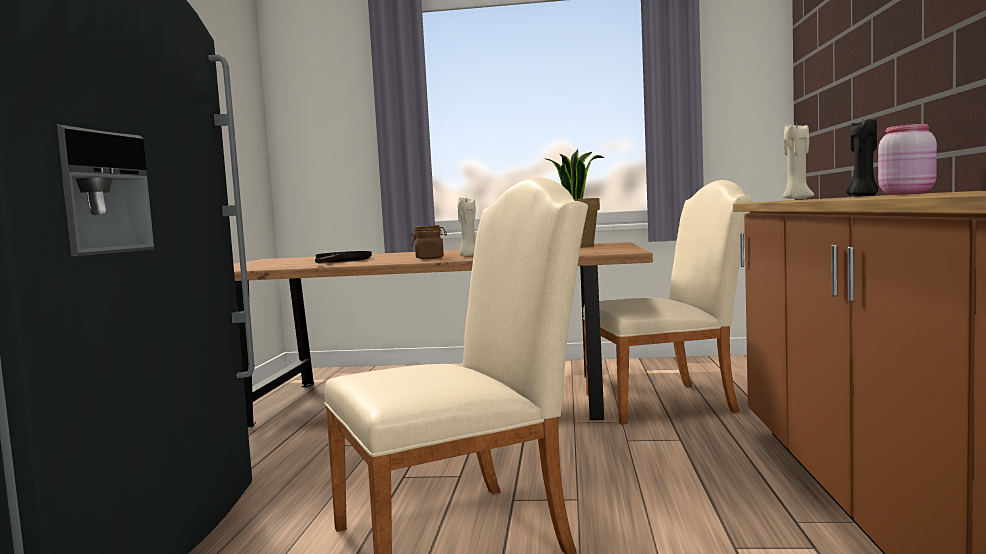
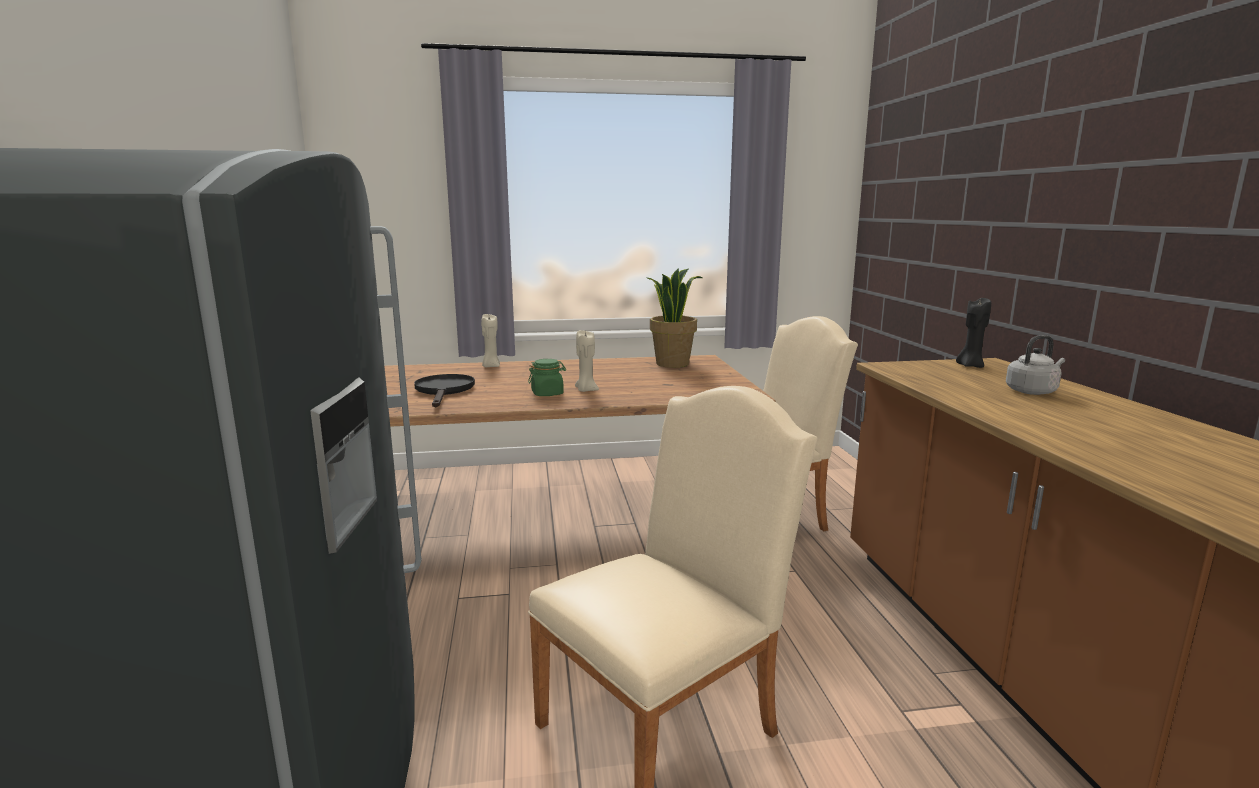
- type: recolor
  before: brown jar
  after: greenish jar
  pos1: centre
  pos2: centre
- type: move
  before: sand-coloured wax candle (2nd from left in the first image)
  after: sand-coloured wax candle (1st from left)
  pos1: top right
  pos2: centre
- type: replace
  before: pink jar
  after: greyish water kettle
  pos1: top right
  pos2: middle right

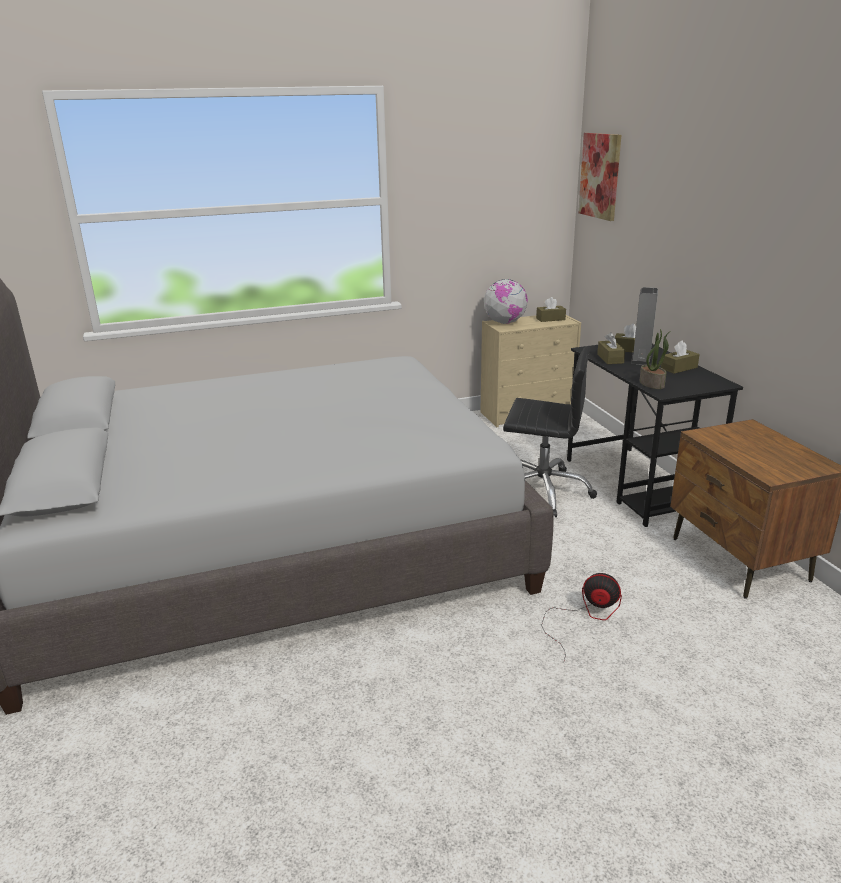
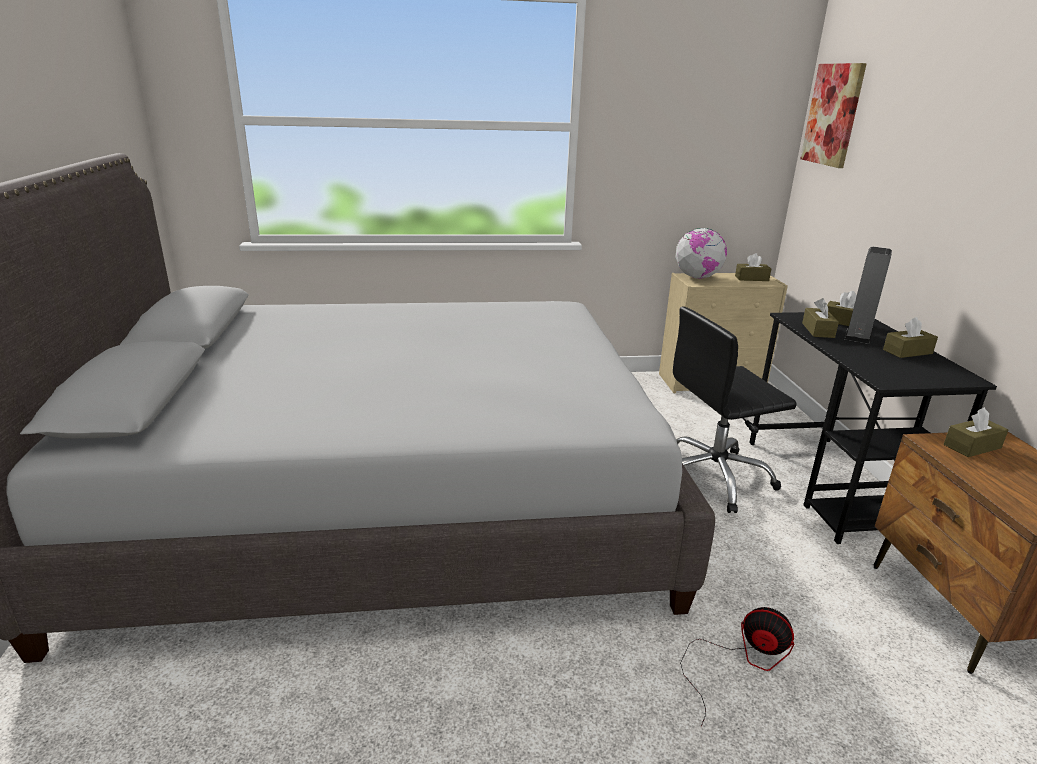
- type: rotate
  before: blackish computer chair
  pos1: centre
  pos2: middle right
  turn: 135
- type: delete
  before: potted plant
  pos1: middle right
- type: insert
  after: brown tissue holder (5th from left)
  pos2: middle right

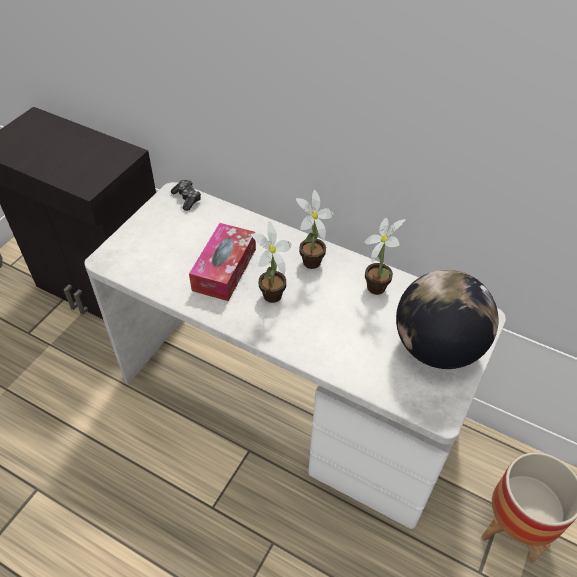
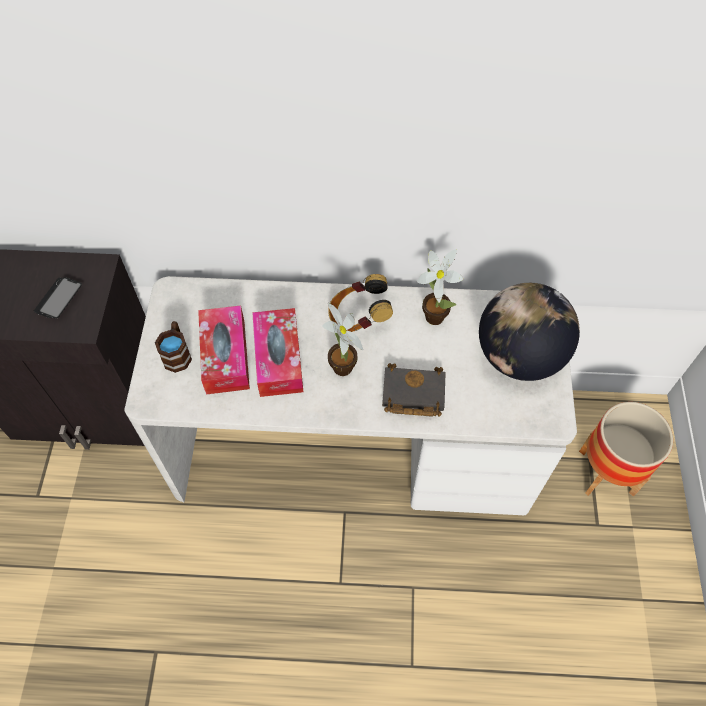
- type: delete
  before: game controller
  pos1: middle left
- type: replace
  before: potted plant (2nd from left)
  after: pair of headphones
  pos1: centre
  pos2: centre
- type: insert
  after: handset
  pos2: middle left
- type: insert
  after: brown tea mug
  pos2: middle left
- type: insert
  after: tissue holder (1st from left)
  pos2: middle left
- type: insert
  after: blackish bound book
  pos2: centre

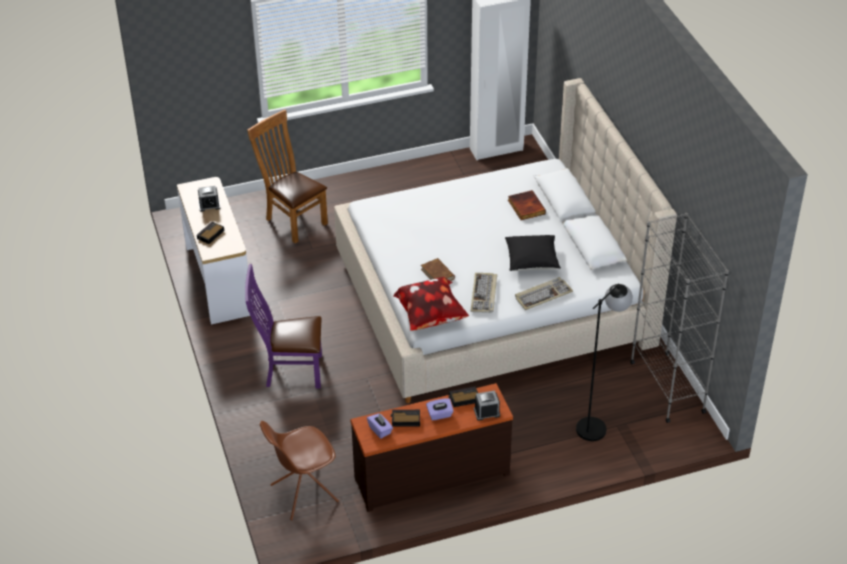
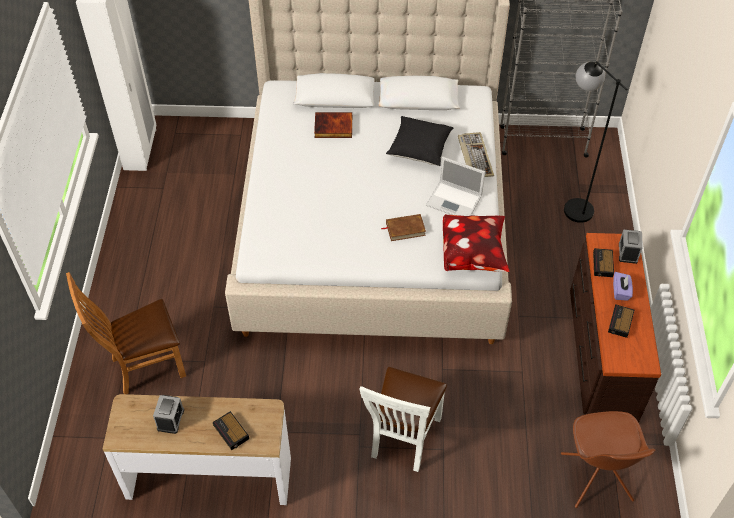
- type: recolor
  before: purple-coloured plain chair
  after: white-coloured plain chair
  pos1: centre
  pos2: bottom centre
- type: delete
  before: purple-coloured tissue holder (1st from left)
  pos1: bottom centre
- type: replace
  before: computer keyboard (1st from left)
  after: portable computer
  pos1: centre
  pos2: centre

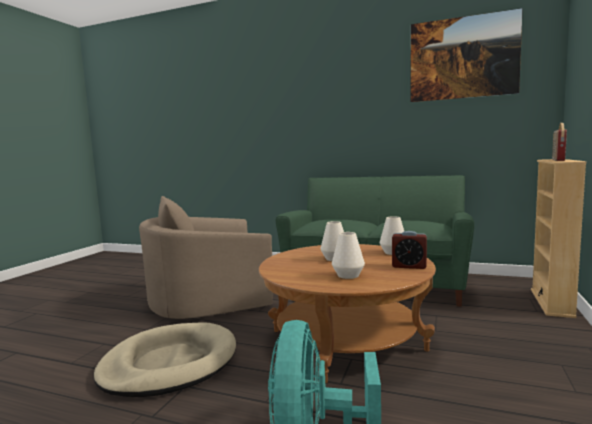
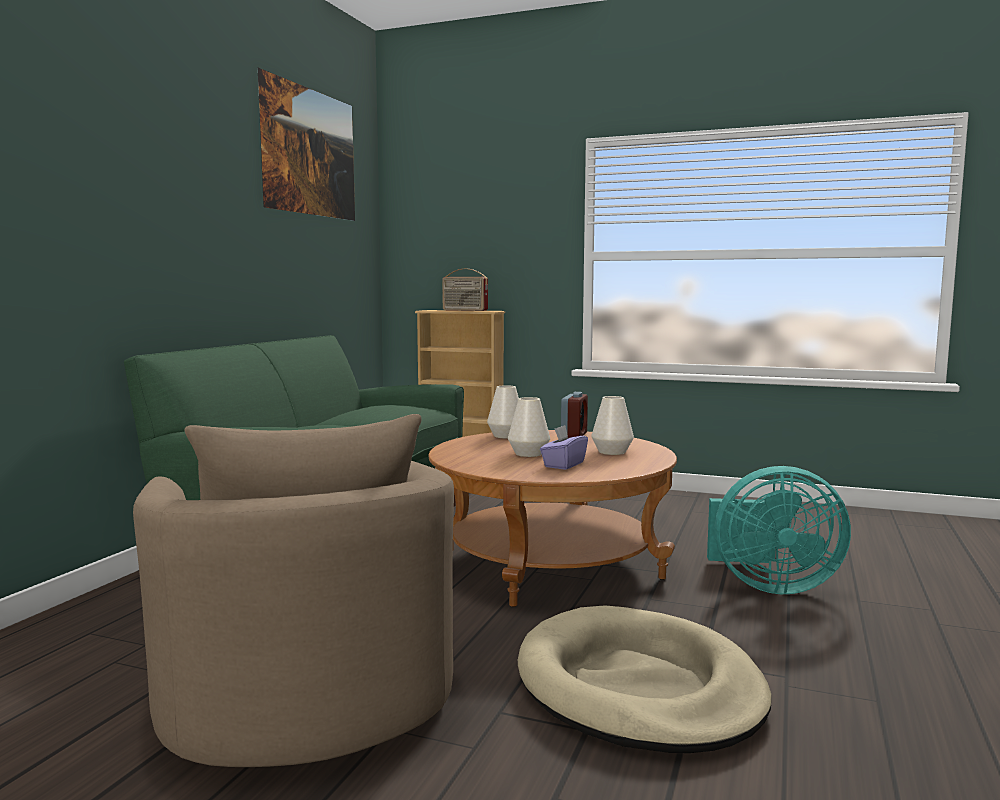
- type: insert
  after: purple-coloured tissue holder
  pos2: centre

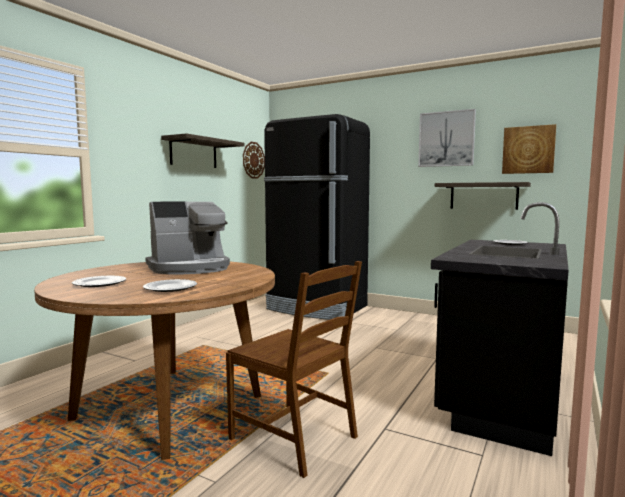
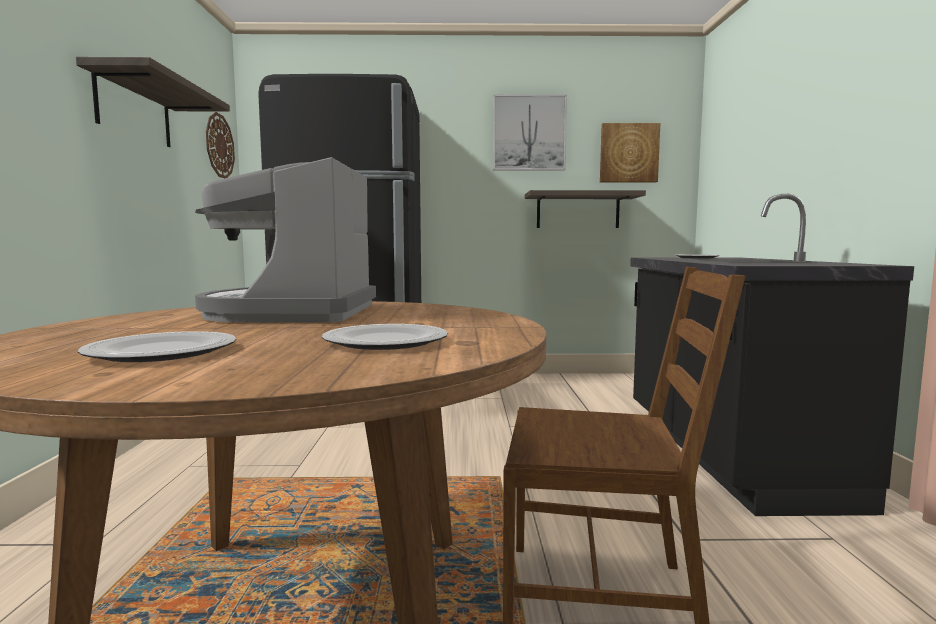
- type: rotate
  before: coffee brewer
  pos1: middle left
  pos2: middle left
  turn: 150

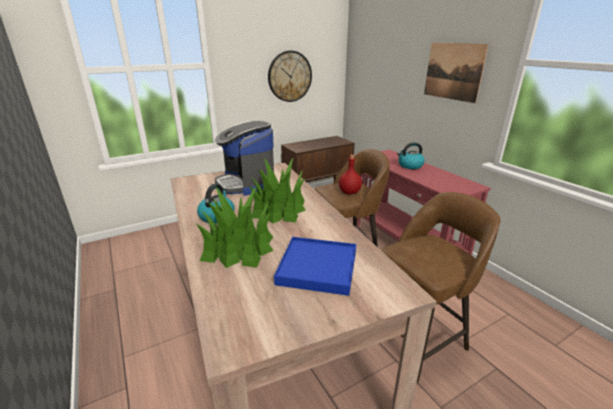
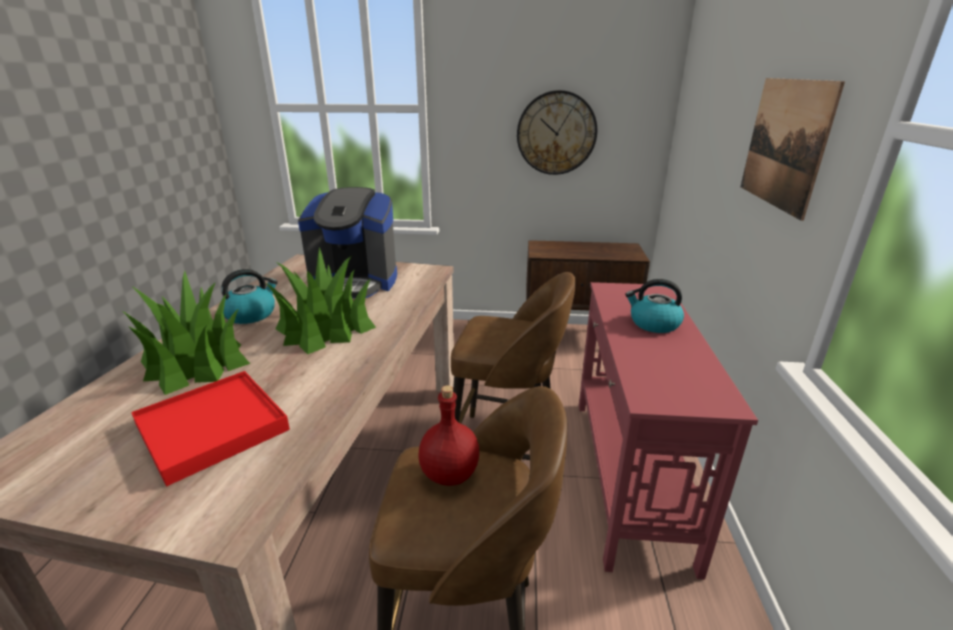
- type: rotate
  before: coffee brewer
  pos1: centre
  pos2: centre
  turn: -90
- type: recolor
  before: blue serving tray
  after: red serving tray
  pos1: centre
  pos2: bottom left
- type: move
  before: red bottle
  pos1: centre
  pos2: bottom centre

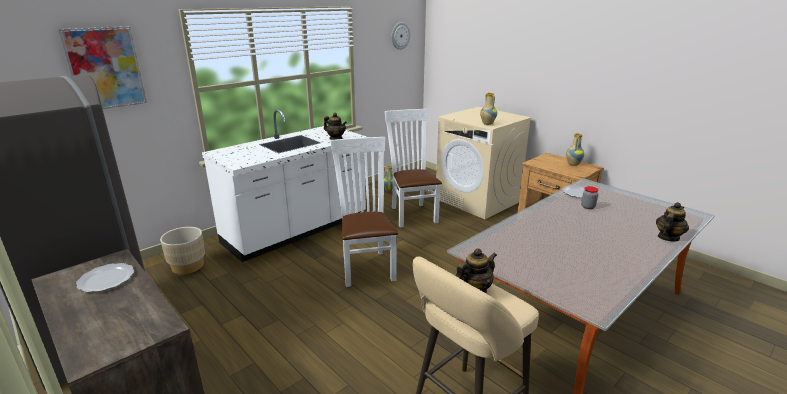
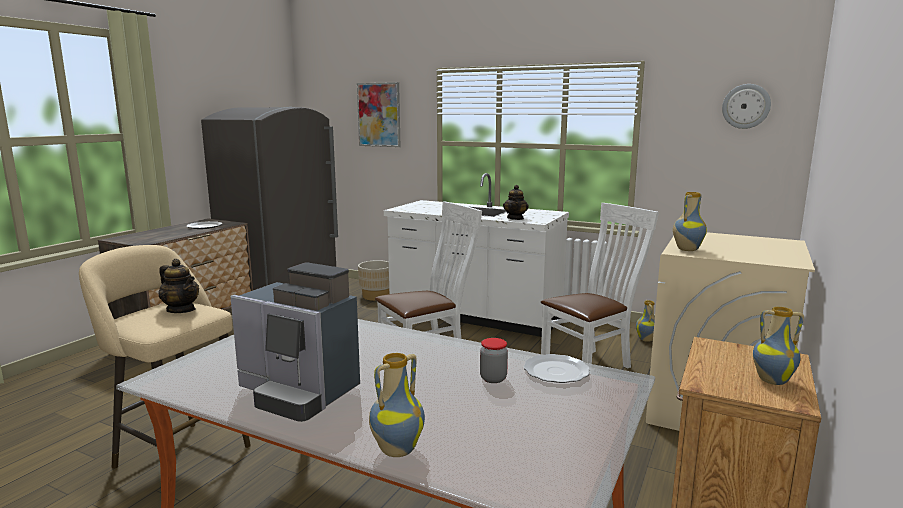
- type: replace
  before: tea pot (3rd from left)
  after: decorative vase (1st from left)
  pos1: middle right
  pos2: bottom centre
- type: insert
  after: coffee brewer
  pos2: bottom left

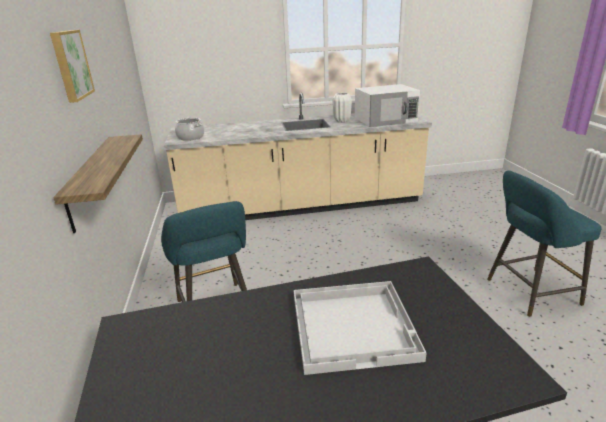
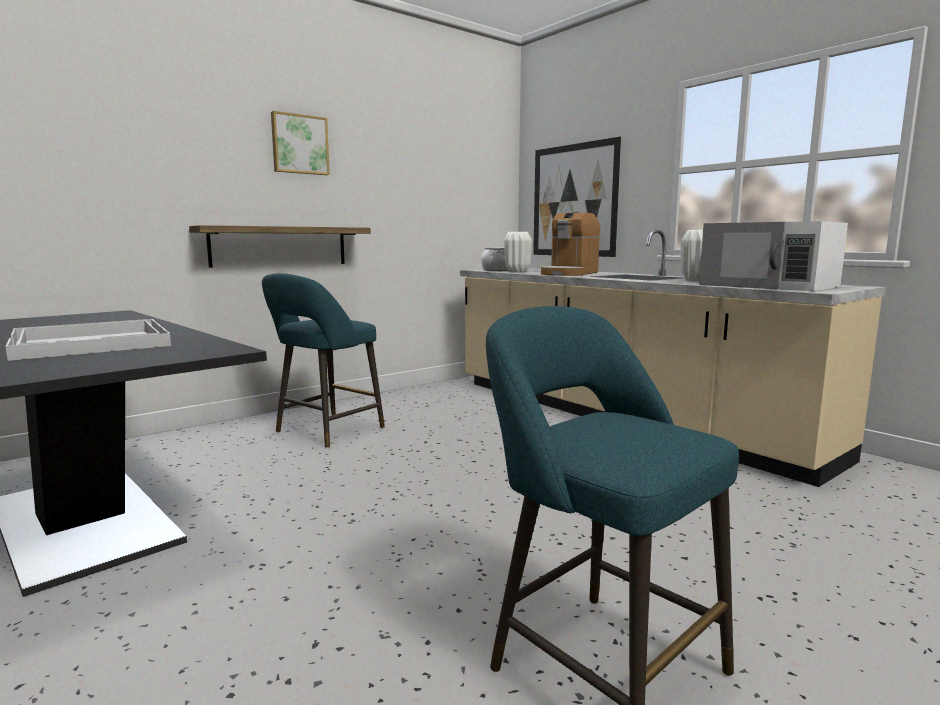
- type: insert
  after: white-coloured decorative vase (1st from left)
  pos2: centre
- type: insert
  after: picture (2nd from left)
  pos2: top centre
- type: insert
  after: coffee brewer
  pos2: centre

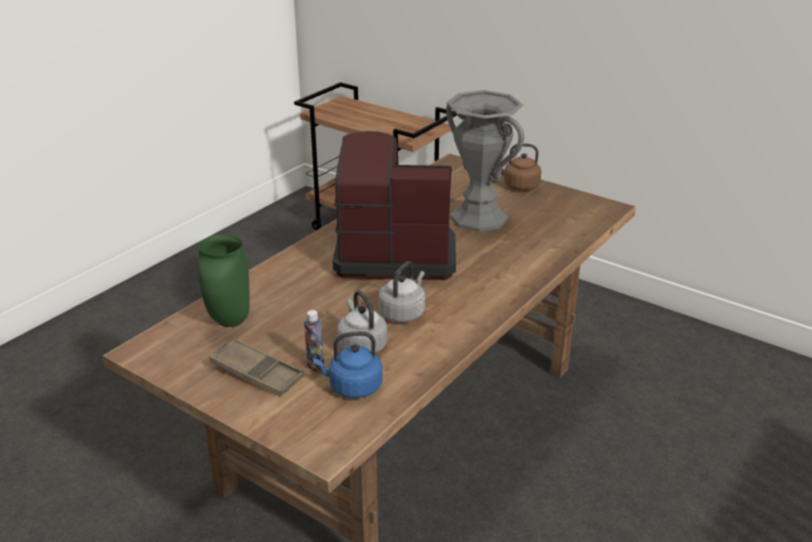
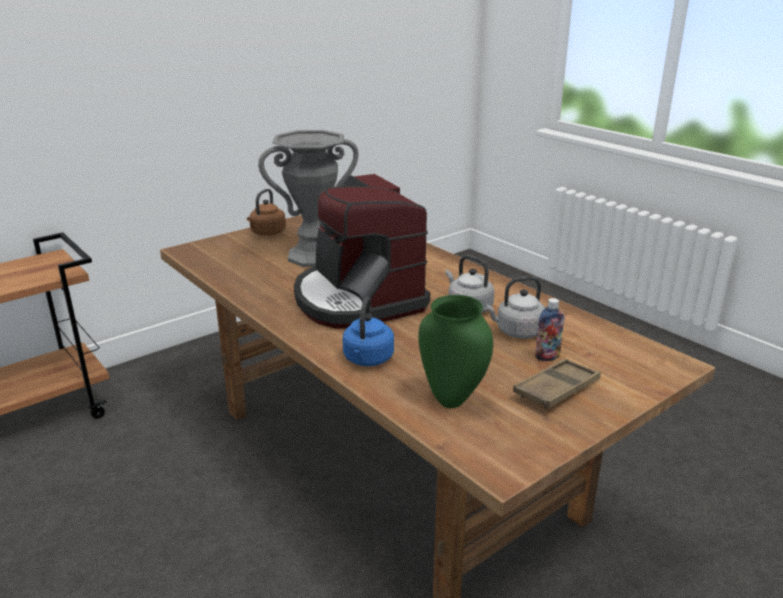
- type: move
  before: blue water kettle
  pos1: bottom centre
  pos2: centre
- type: rotate
  before: coffee brewer
  pos1: centre
  pos2: centre
  turn: -45

